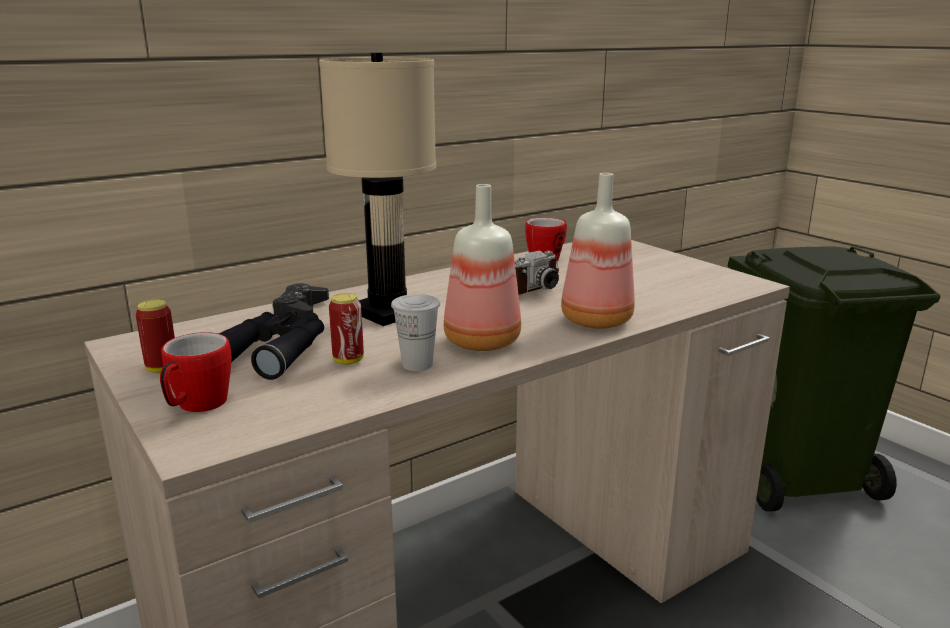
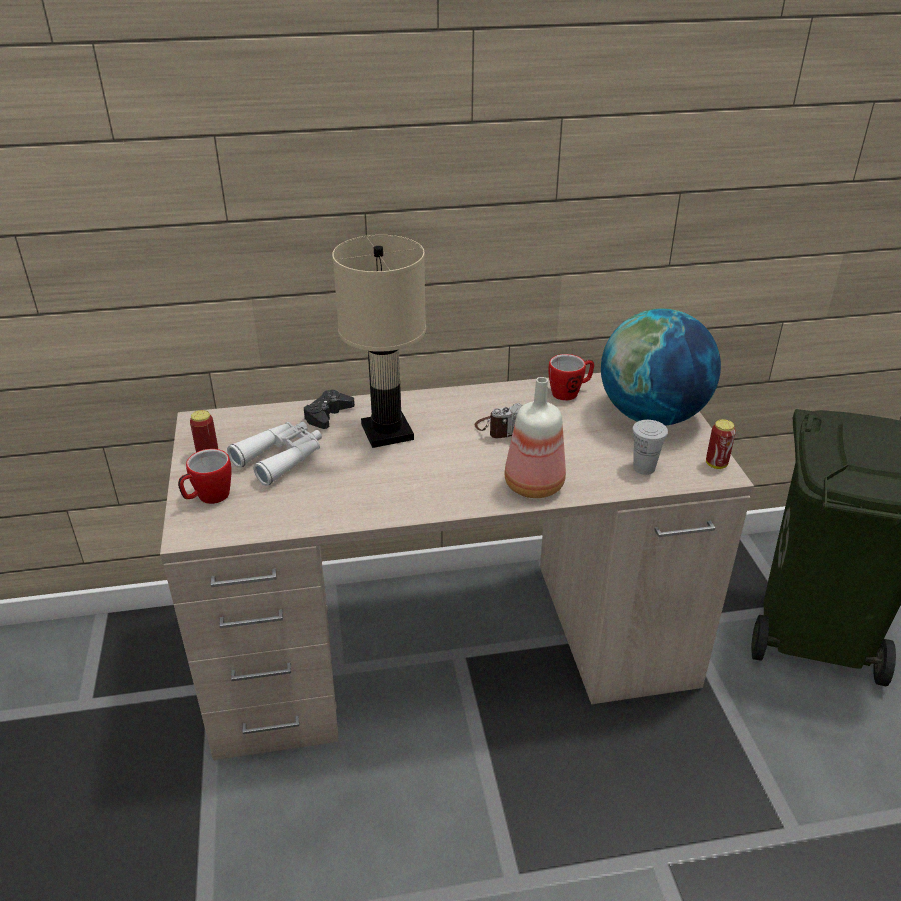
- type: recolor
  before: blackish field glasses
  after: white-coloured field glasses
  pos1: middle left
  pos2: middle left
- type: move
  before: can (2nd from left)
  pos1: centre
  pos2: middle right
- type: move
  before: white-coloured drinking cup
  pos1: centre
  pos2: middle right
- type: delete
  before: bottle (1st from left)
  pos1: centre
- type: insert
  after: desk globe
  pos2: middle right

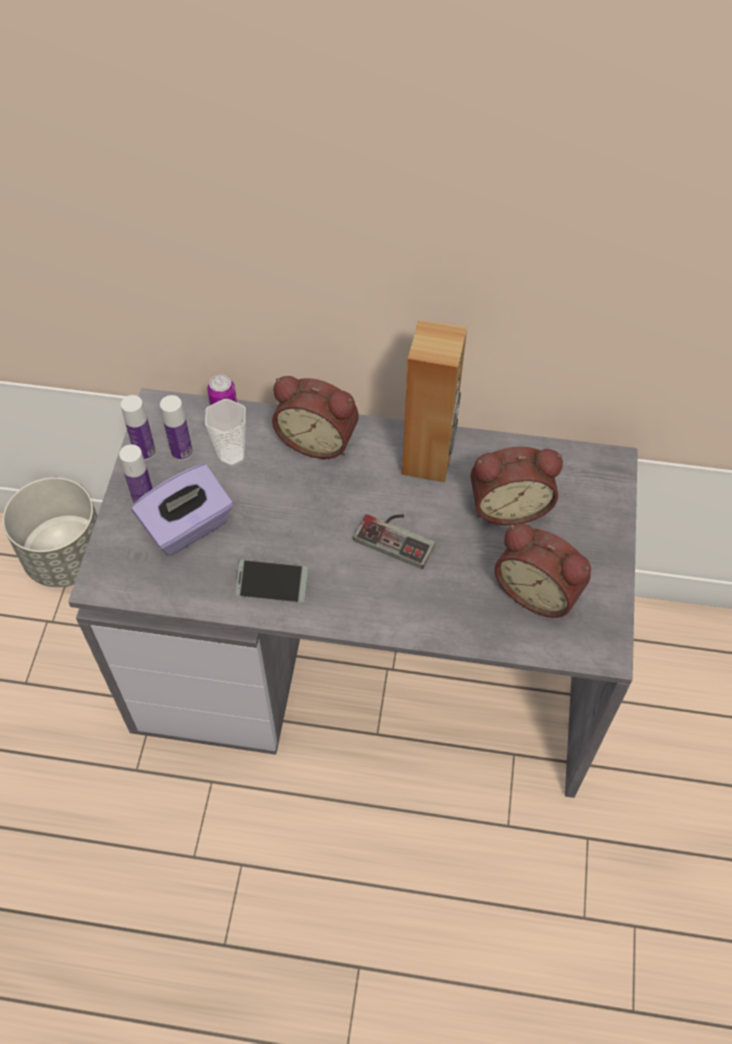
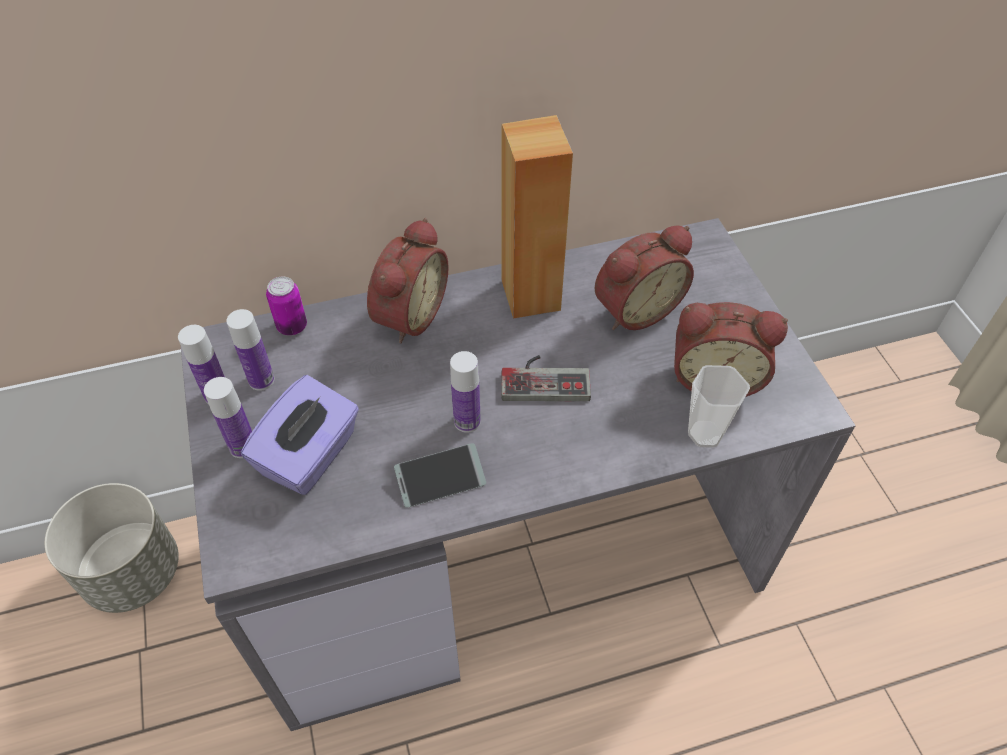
- type: move
  before: drinking cup
  pos1: middle left
  pos2: middle right
- type: rotate
  before: bedside clock (1st from left)
  pos1: centre
  pos2: centre
  turn: -60
- type: insert
  after: bottle (4th from left)
  pos2: centre

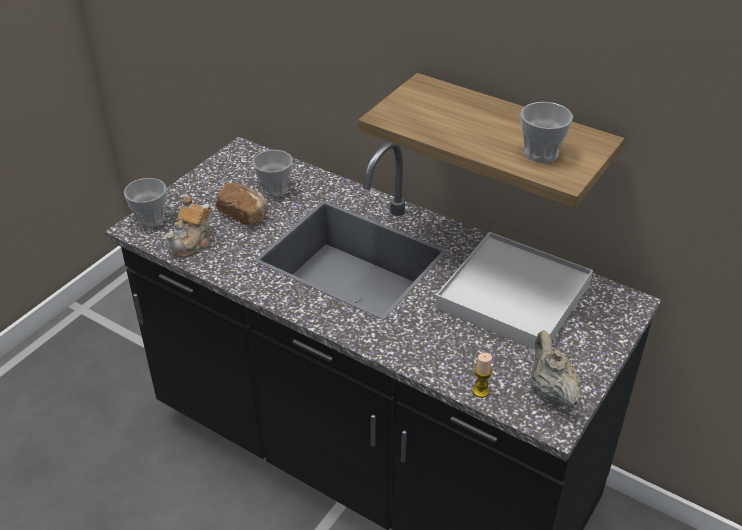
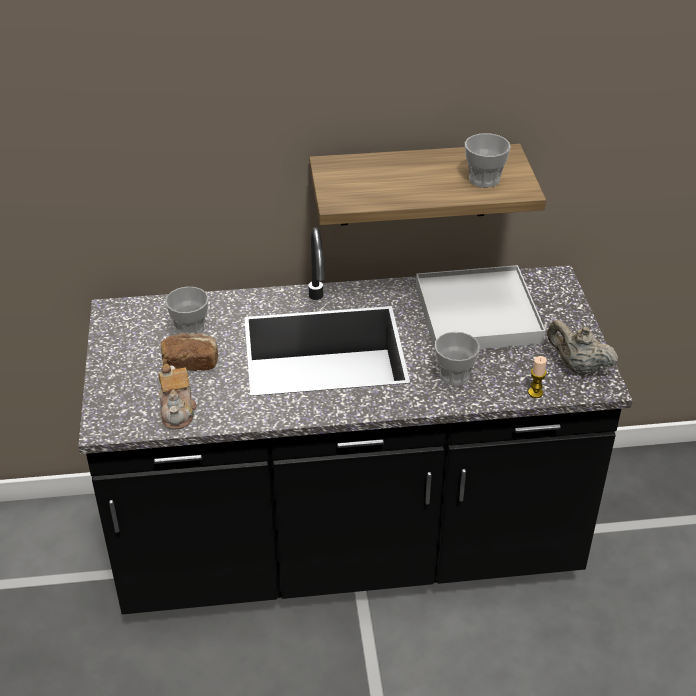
- type: move
  before: drinking cup (1st from left in the first image)
  after: drinking cup (2nd from left)
  pos1: middle left
  pos2: centre

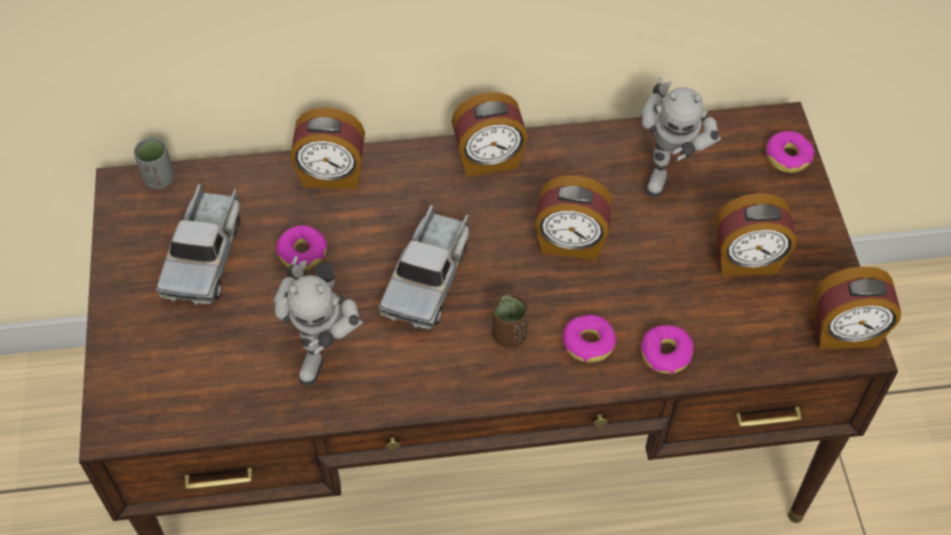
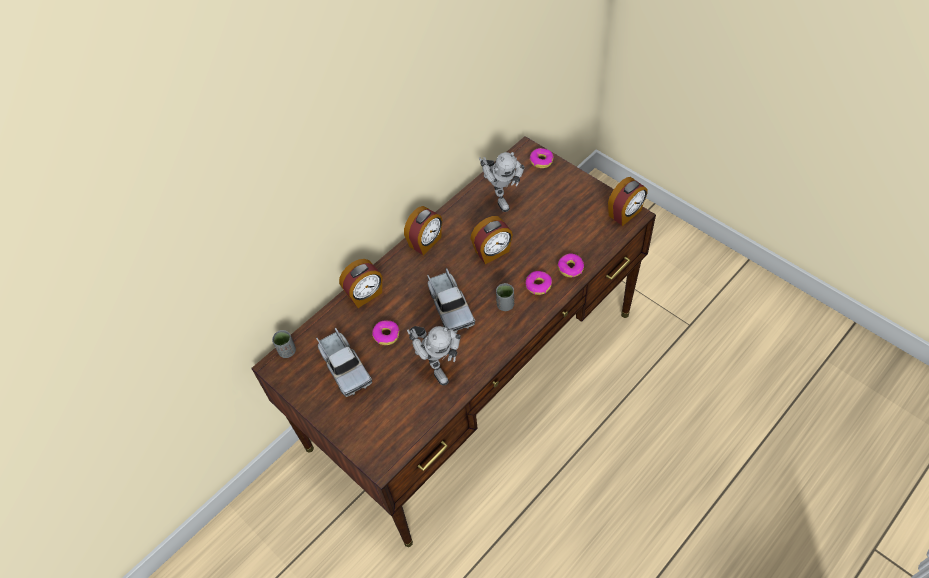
- type: recolor
  before: brown drinking cup
  after: greyish drinking cup (2nd from left)
  pos1: centre
  pos2: centre
- type: delete
  before: bedside clock (4th from left)
  pos1: middle right

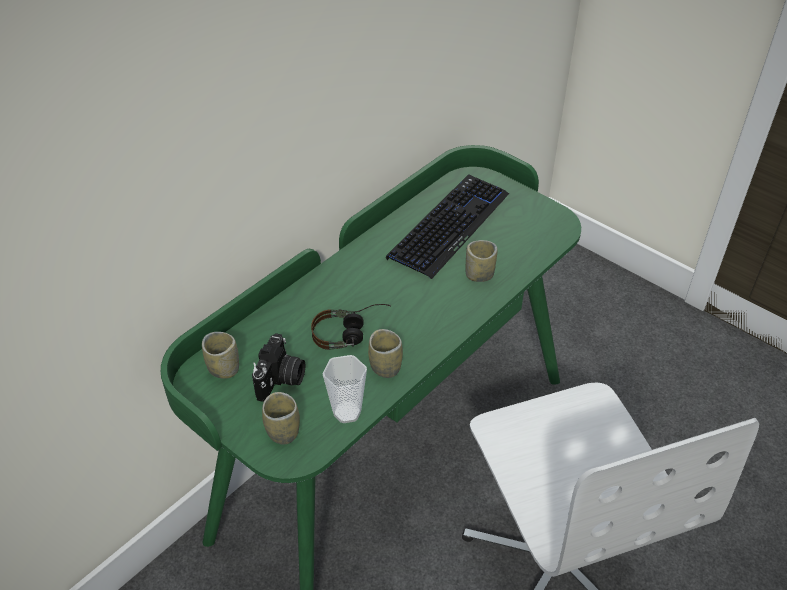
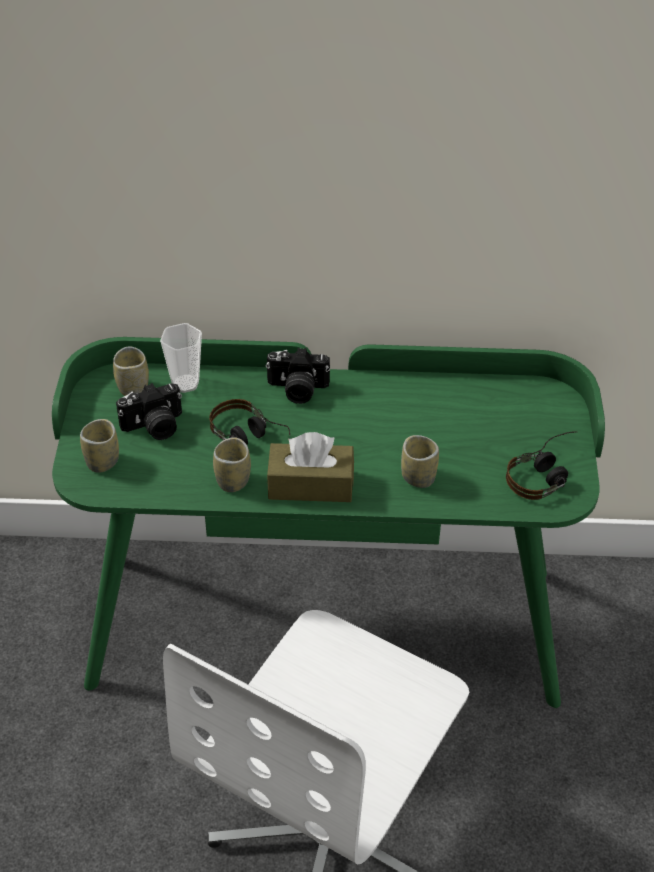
- type: move
  before: drinking cup (3rd from left)
  pos1: centre
  pos2: middle left
- type: delete
  before: computer keyboard
  pos1: centre
- type: insert
  after: photo camera (2nd from left)
  pos2: centre
- type: insert
  after: brown tissue holder
  pos2: centre
- type: insert
  after: pair of headphones (2nd from left)
  pos2: middle right

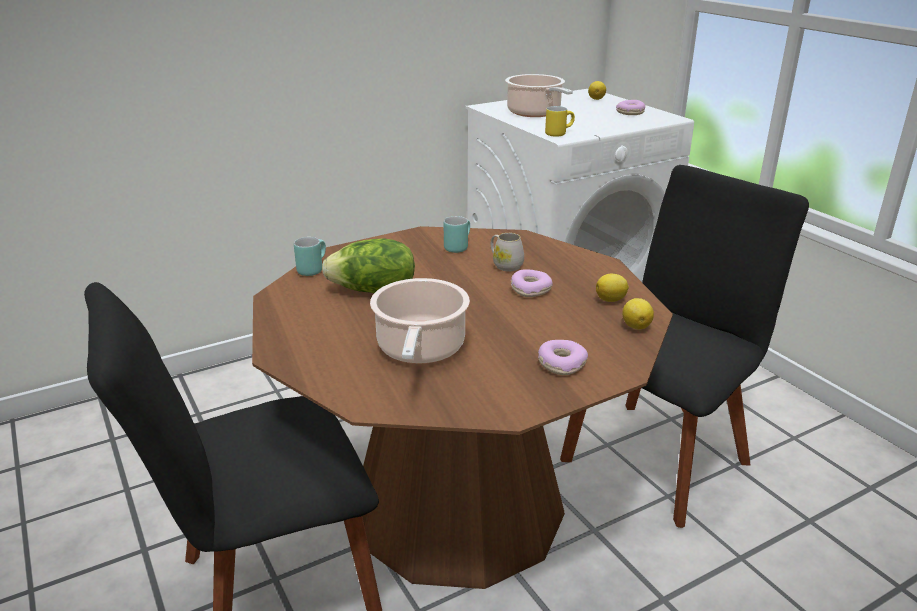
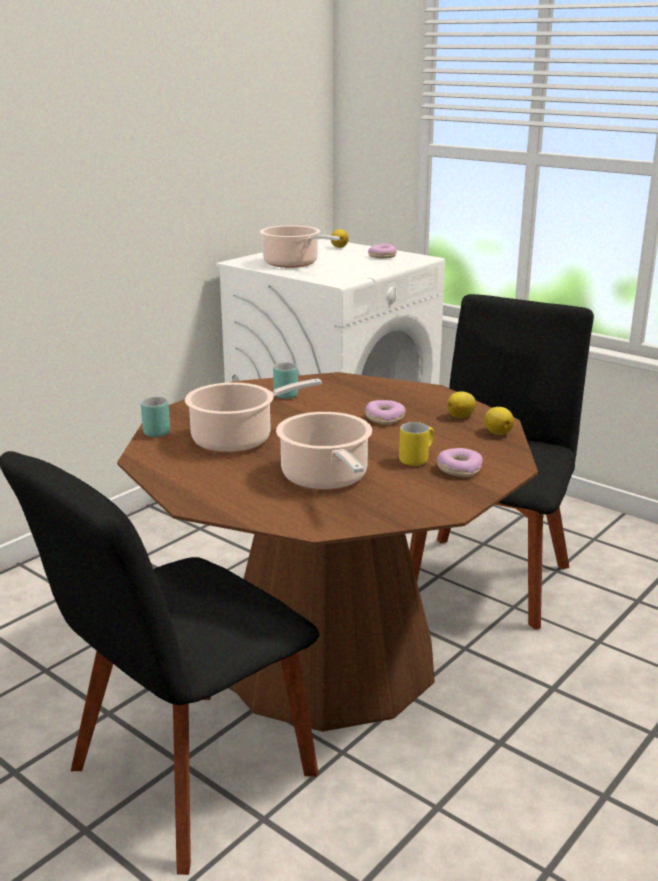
- type: replace
  before: lettuce
  after: cooking pot (1st from left)
  pos1: centre
  pos2: centre
- type: delete
  before: white-coloured tea mug
  pos1: centre
- type: move
  before: yellow-coloured tea mug
  pos1: top centre
  pos2: centre

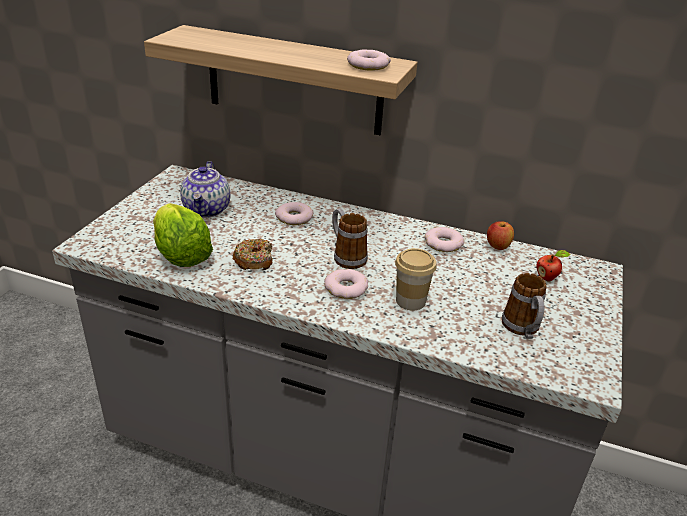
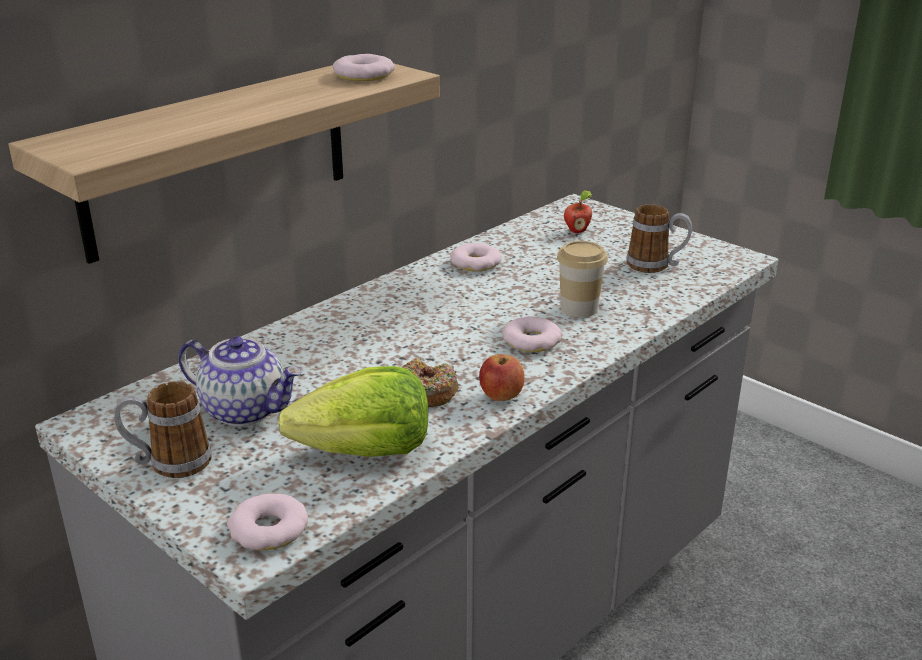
- type: move
  before: doughnut (2nd from left in the first image)
  after: doughnut (1st from left)
  pos1: centre
  pos2: bottom left
- type: move
  before: tea mug (1st from left)
  pos1: centre
  pos2: middle left
- type: move
  before: whole apple (1st from left)
  pos1: middle right
  pos2: centre

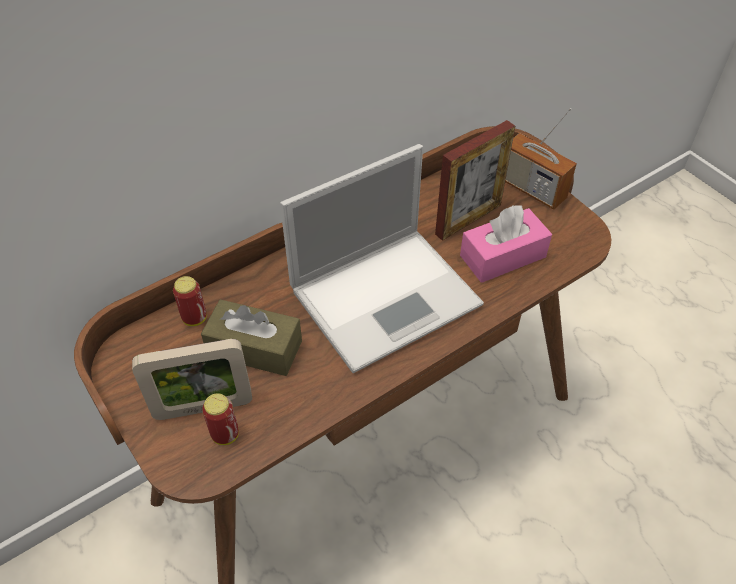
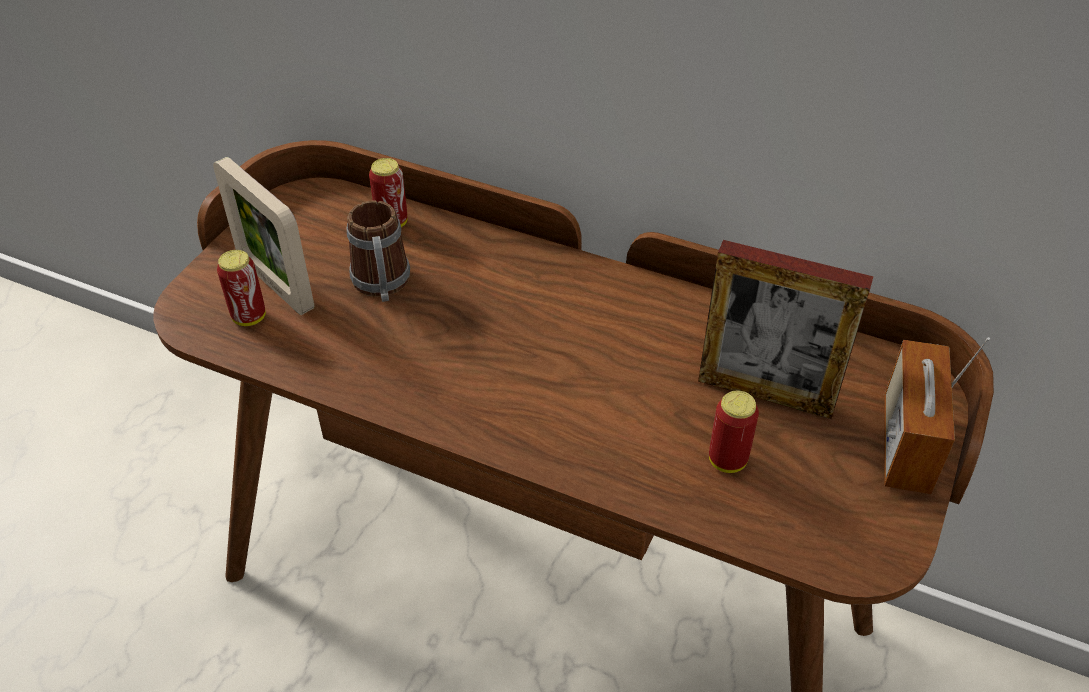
- type: replace
  before: brown tissue holder
  after: tea mug
  pos1: centre
  pos2: centre
- type: delete
  before: portable computer
  pos1: centre
- type: replace
  before: pink tissue holder
  after: can (3rd from left)
  pos1: middle right
  pos2: middle right

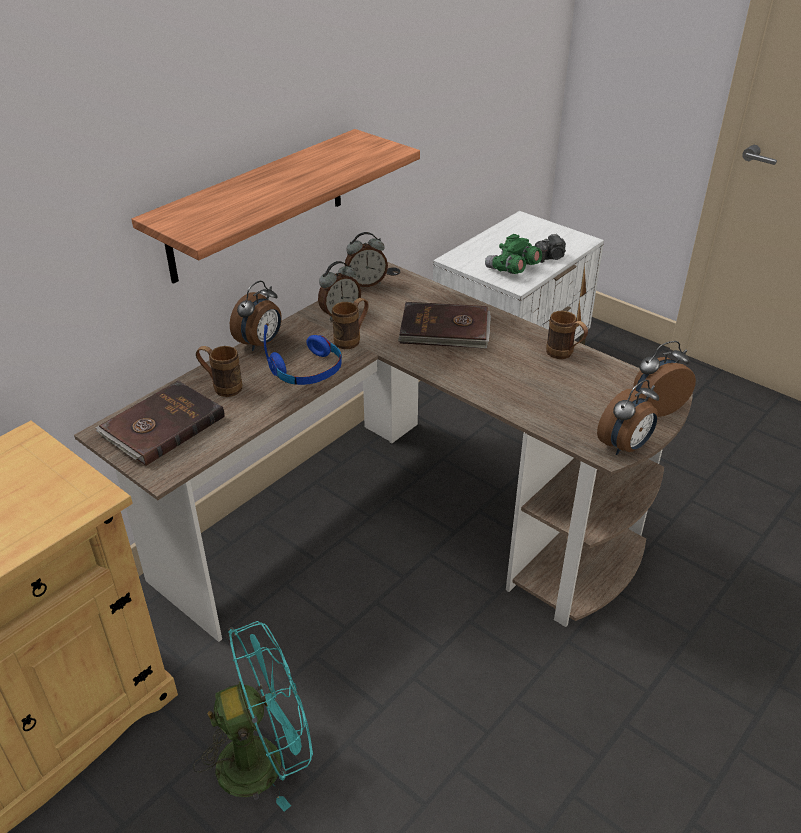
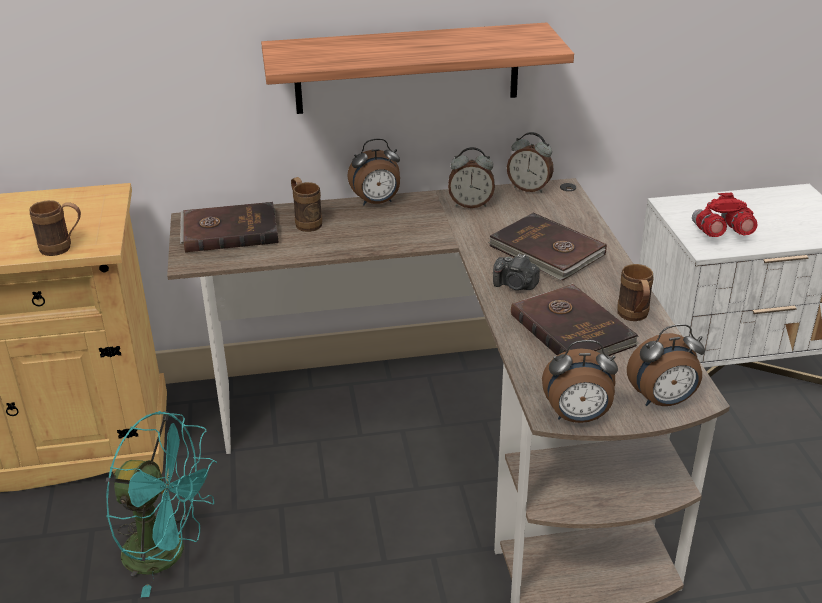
- type: delete
  before: blue pair of headphones
  pos1: centre
- type: move
  before: brown tea mug (2nd from left in the first image)
  after: brown tea mug (1st from left)
  pos1: centre
  pos2: middle left
- type: recolor
  before: greenish field glasses
  after: red field glasses
  pos1: top centre
  pos2: middle right
- type: move
  before: photo camera
  pos1: top right
  pos2: centre
- type: rotate
  before: bedside clock (5th from left)
  pos1: middle right
  pos2: middle right
  turn: 150
- type: insert
  after: brown bound book (3rd from left)
  pos2: middle right

